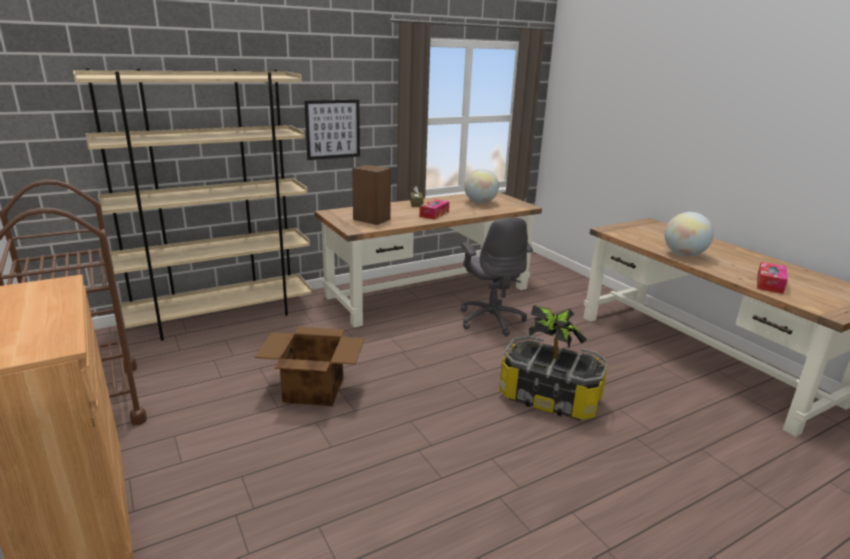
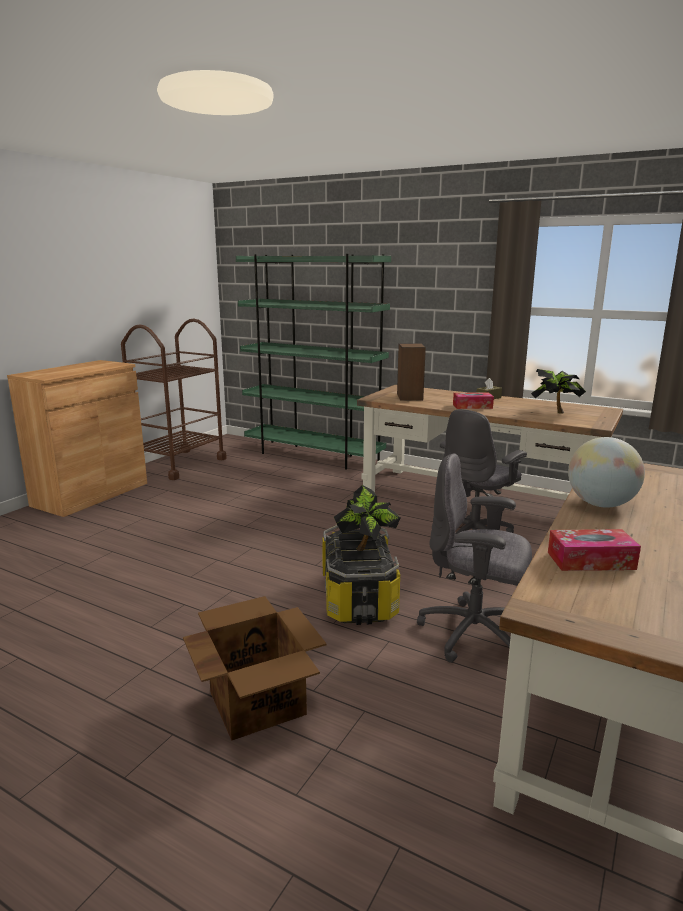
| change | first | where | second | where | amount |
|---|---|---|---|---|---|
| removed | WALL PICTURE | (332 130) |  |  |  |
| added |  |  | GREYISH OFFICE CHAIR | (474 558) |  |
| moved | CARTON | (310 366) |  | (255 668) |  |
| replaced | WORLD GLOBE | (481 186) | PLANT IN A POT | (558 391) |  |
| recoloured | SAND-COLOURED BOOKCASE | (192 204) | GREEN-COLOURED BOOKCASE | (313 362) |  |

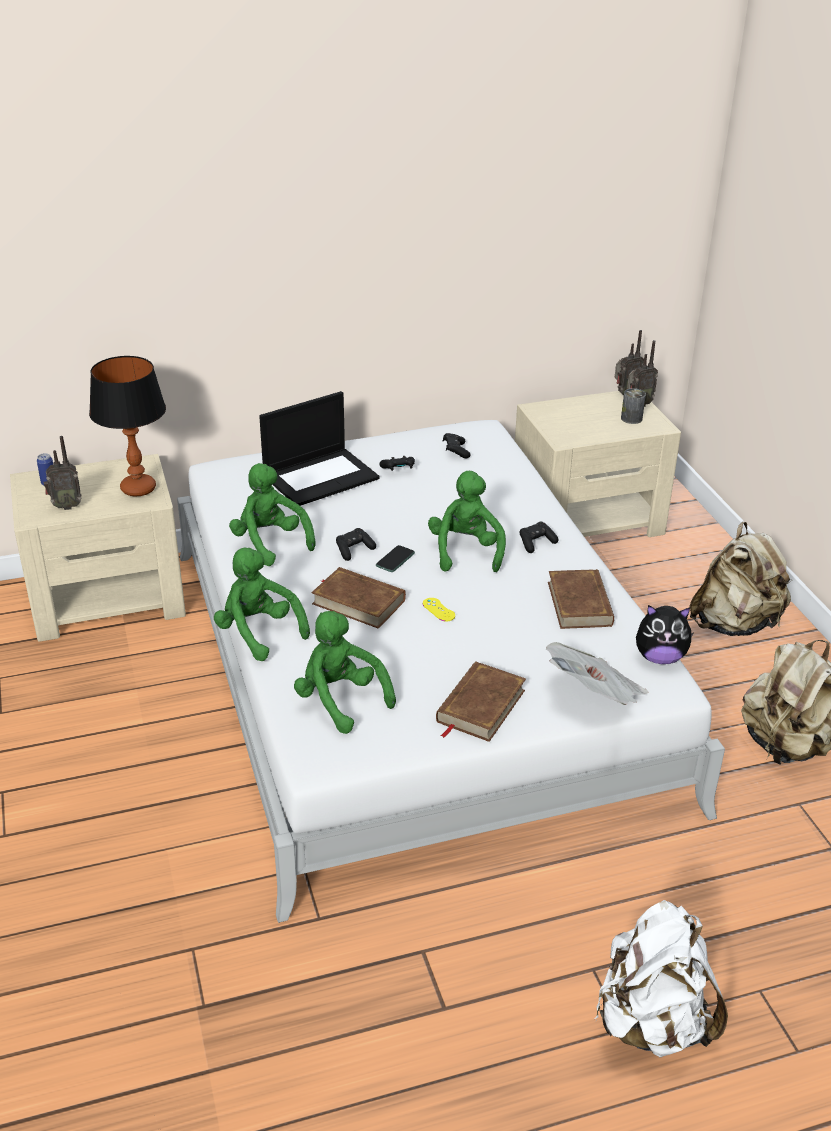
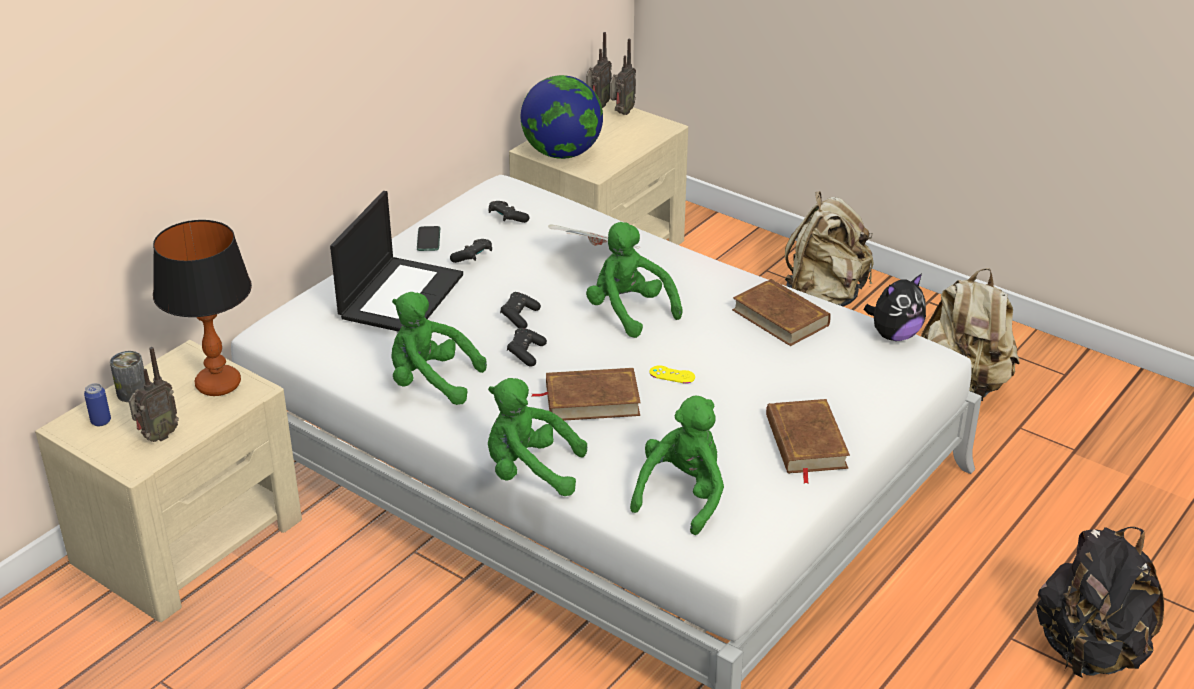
| change | first | where | second | where | amount |
|---|---|---|---|---|---|
| added |  |  | WORLD GLOBE | (562 117) |  |
| moved | TELEPHONE | (395 558) |  | (428 238) |  |
| moved | BLACK GAME CONTROLLER | (539 537) |  | (520 310) |  |
| moved | PRINTED PAPER | (597 673) |  | (593 237) |  |
| moved | SEALED CAN | (633 406) |  | (127 376) |  |
| recoloured | WHITE-COLOURED BACKPACK | (661 979) | BLACK BACKPACK | (1100 602) |  |
| turned | GREEN-COLOURED SOFT TOY | (345 672) |  | (677 465) | 105 degrees clockwise |

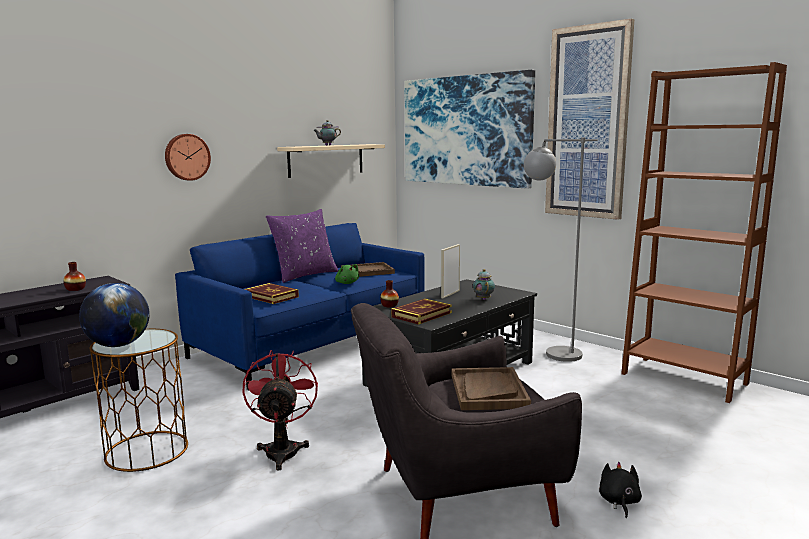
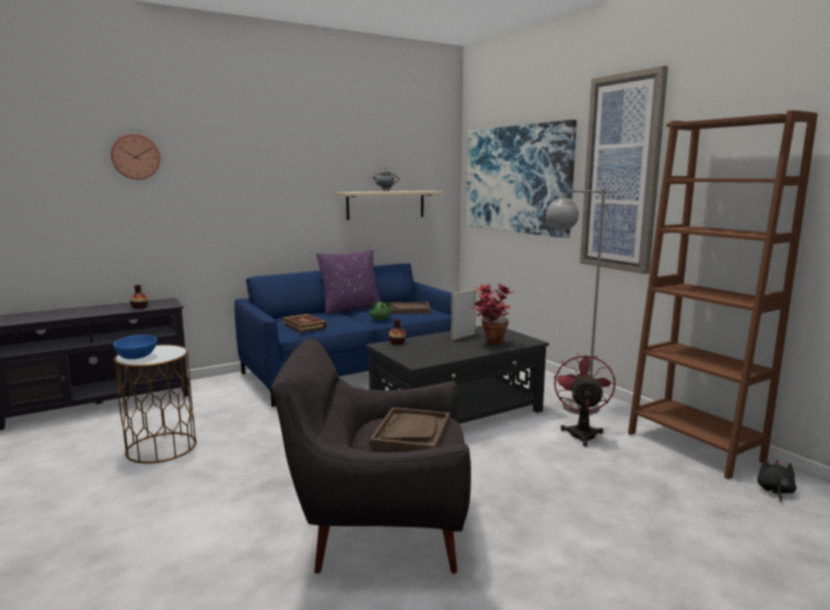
| change | first | where | second | where | amount |
|---|---|---|---|---|---|
| removed | BOOK | (421 312) |  |  |  |
| moved | HANGING CLOCK | (188 157) |  | (135 157) |  |
| moved | REDDISH ELECTRIC FAN | (280 410) |  | (584 400) |  |
| moved | BLACK SOFT TOY | (620 490) |  | (776 481) |  |
| replaced | WORLD GLOBE | (114 315) | BLUE SERVING BOWL | (135 347) |  |
| replaced | TEAPOT | (484 284) | PLANT IN A POT | (492 314) |  |

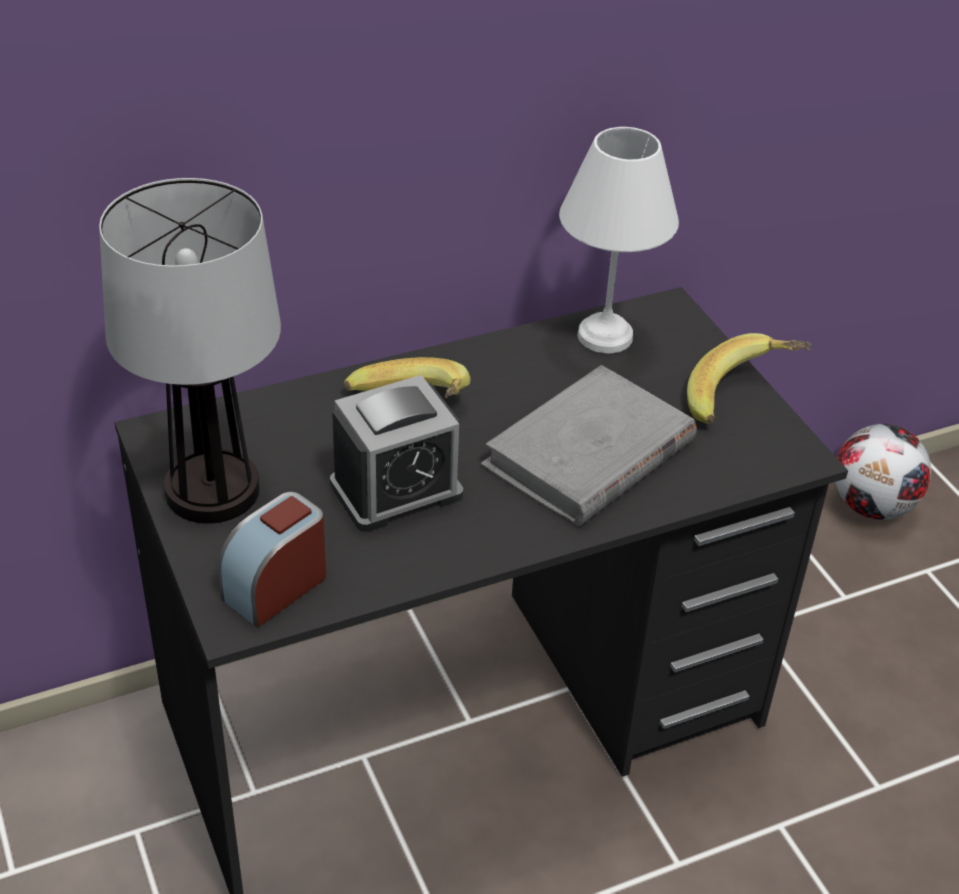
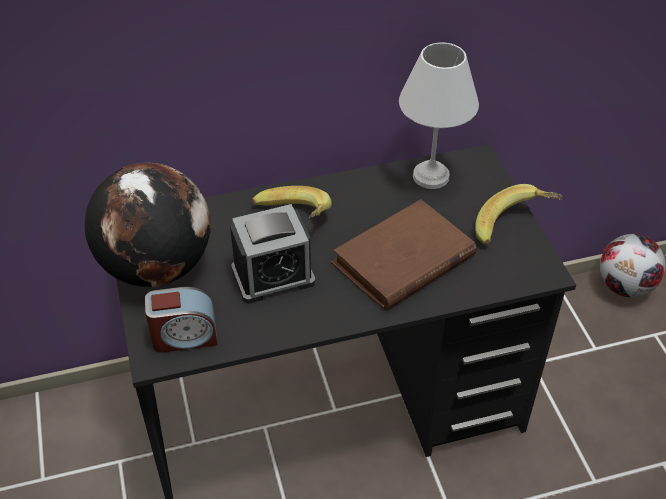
| change | first | where | second | where | amount |
|---|---|---|---|---|---|
| replaced | LAMP FOR A TABLE | (190 351) | WORLD GLOBE | (148 225) |  |
| recoloured | GREYISH BOOK | (589 446) | BROWN BOOK | (404 255) |  |
| turned | TABLE CLOCK | (272 560) |  | (181 320) | 150 degrees counterclockwise |

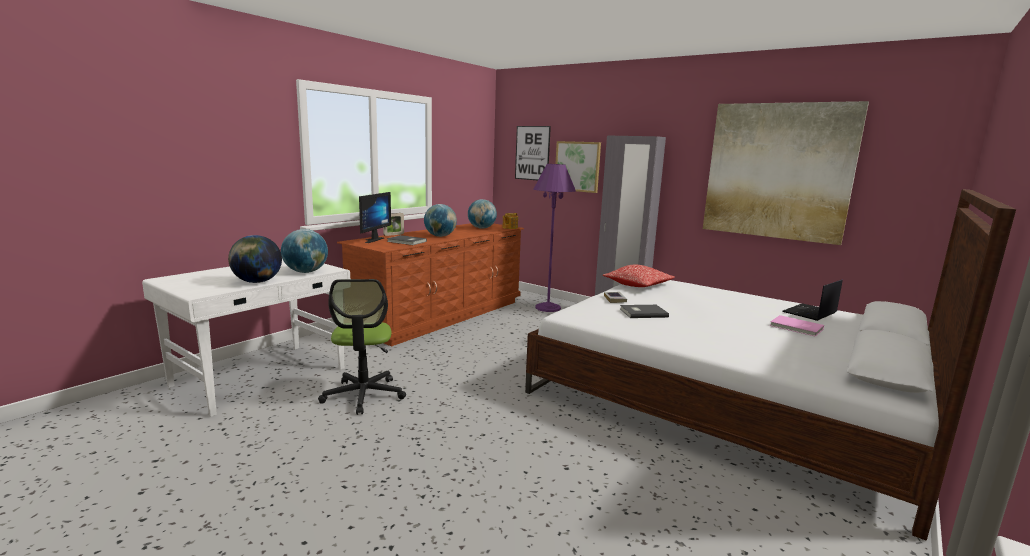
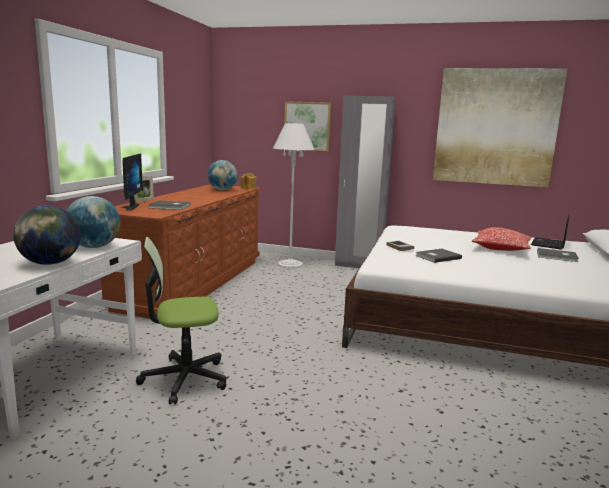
| change | first | where | second | where | amount |
|---|---|---|---|---|---|
| removed | WORLD GLOBE | (440 220) |  |  |  |
| removed | WALL PICTURE | (533 153) |  |  |  |
| moved | CUSHION | (639 275) |  | (501 239) |  |
| recoloured | PURPLE FLOOR LAMP | (554 238) | WHITE-COLOURED FLOOR LAMP | (294 195) |  |
| recoloured | PINKISH BOOK | (797 326) | GREYISH BOOK | (558 255) |  |
| turned | OFFICE CHAIR | (362 347) |  | (181 320) | 105 degrees clockwise |

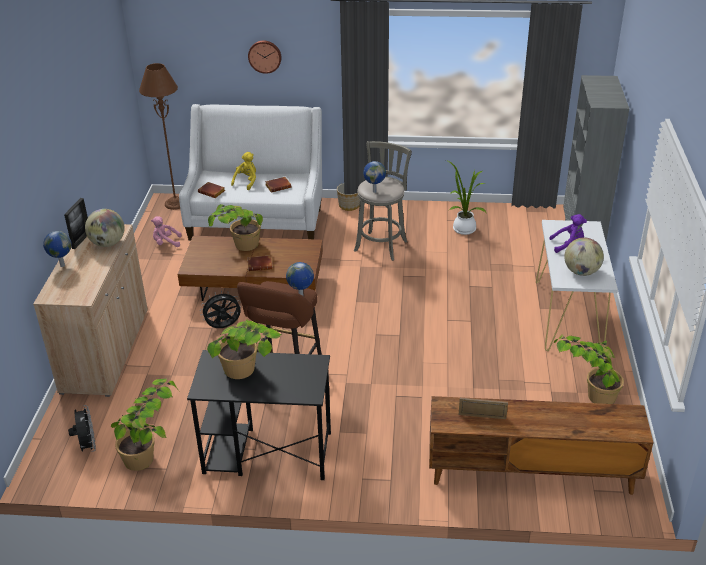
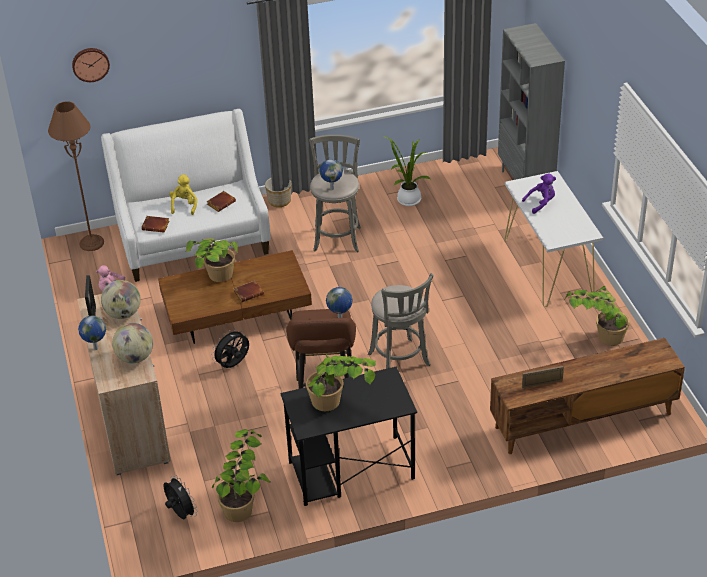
| change | first | where | second | where | amount |
|---|---|---|---|---|---|
| added |  |  | GREYISH STOOL SEAT | (401 321) |  |
| moved | HANGING CLOCK | (264 57) |  | (91 65) |  |
| moved | WORLD GLOBE | (584 256) |  | (132 343) |  |

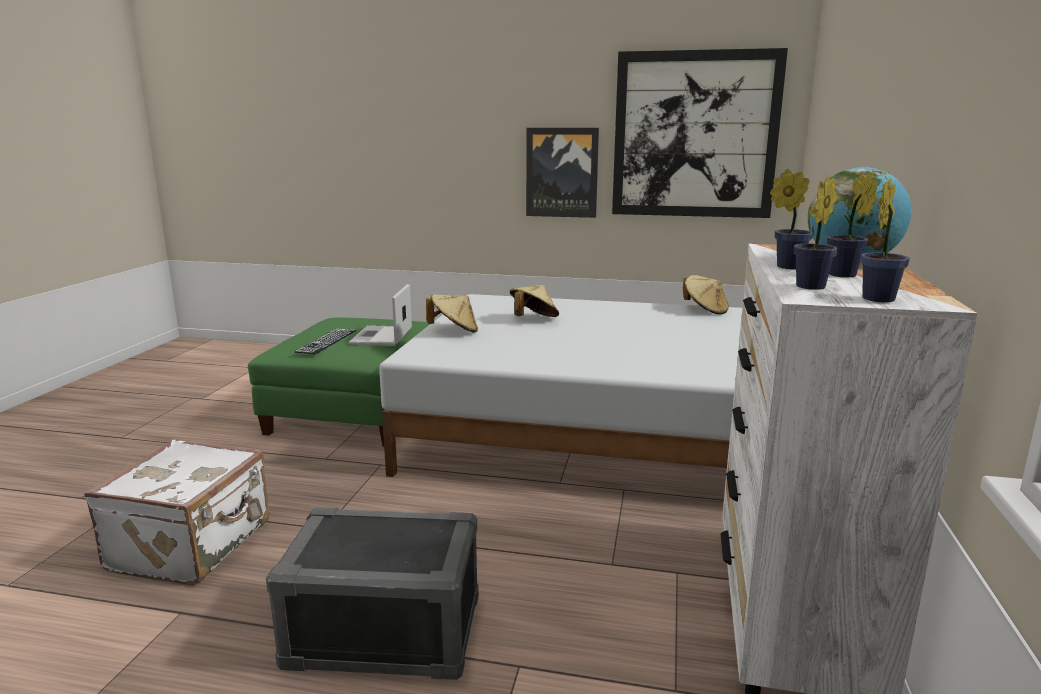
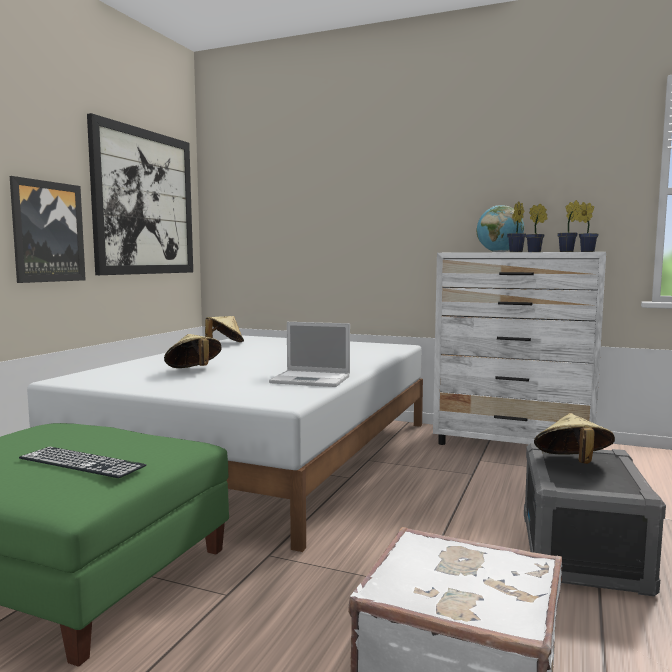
| change | first | where | second | where | amount |
|---|---|---|---|---|---|
| moved | NOTEBOOK COMPUTER | (380 315) |  | (309 354) |  |
| moved | SAND-COLOURED HAT | (452 313) |  | (574 438) |  |

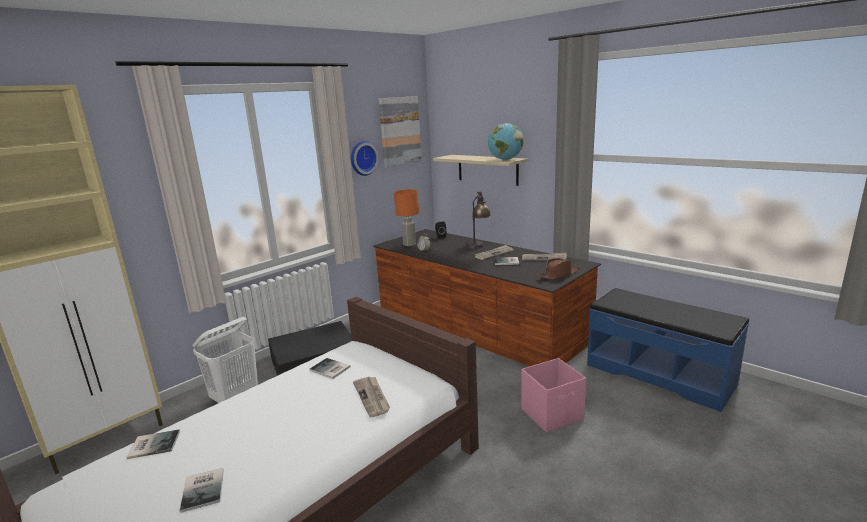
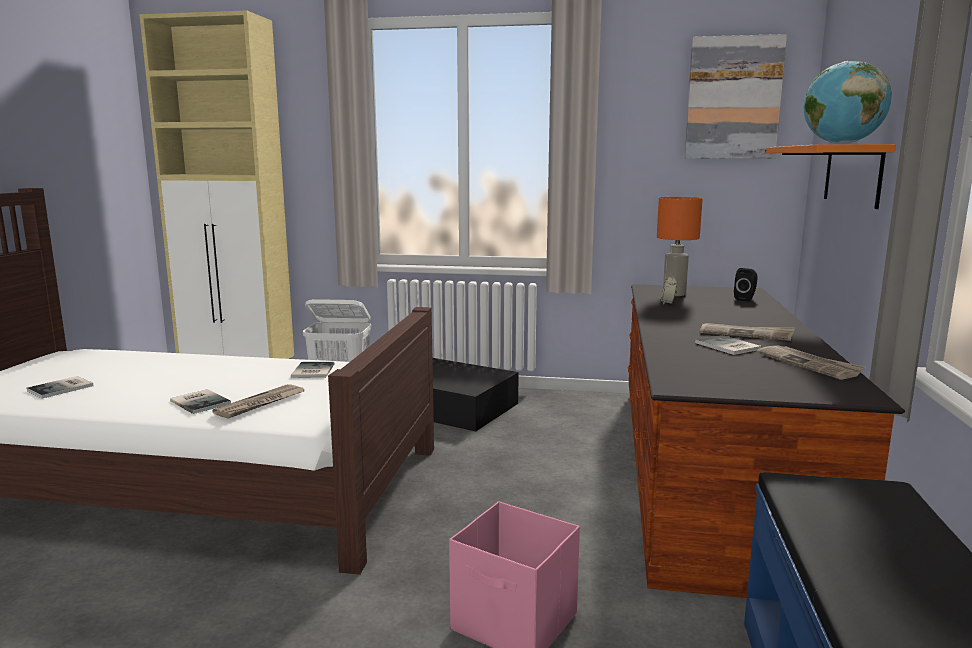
| change | first | where | second | where | amount |
|---|---|---|---|---|---|
| removed | HANGING CLOCK | (365 158) |  |  |  |
| removed | LAMP FOR A TABLE | (478 220) |  |  |  |
| removed | BROWN HAT | (558 268) |  |  |  |
| moved | BOOK | (153 444) |  | (200 401) |  |
| recoloured | SAND-COLOURED BRACKET SHELF | (480 170) | ORANGEY BRACKET SHELF | (831 176) |  |

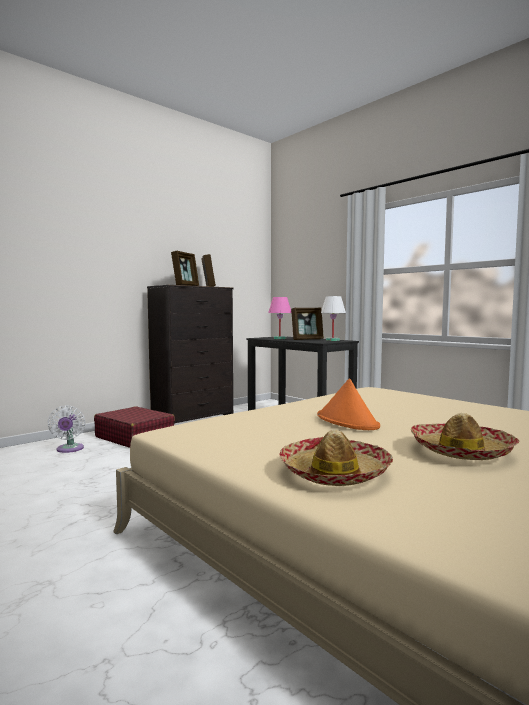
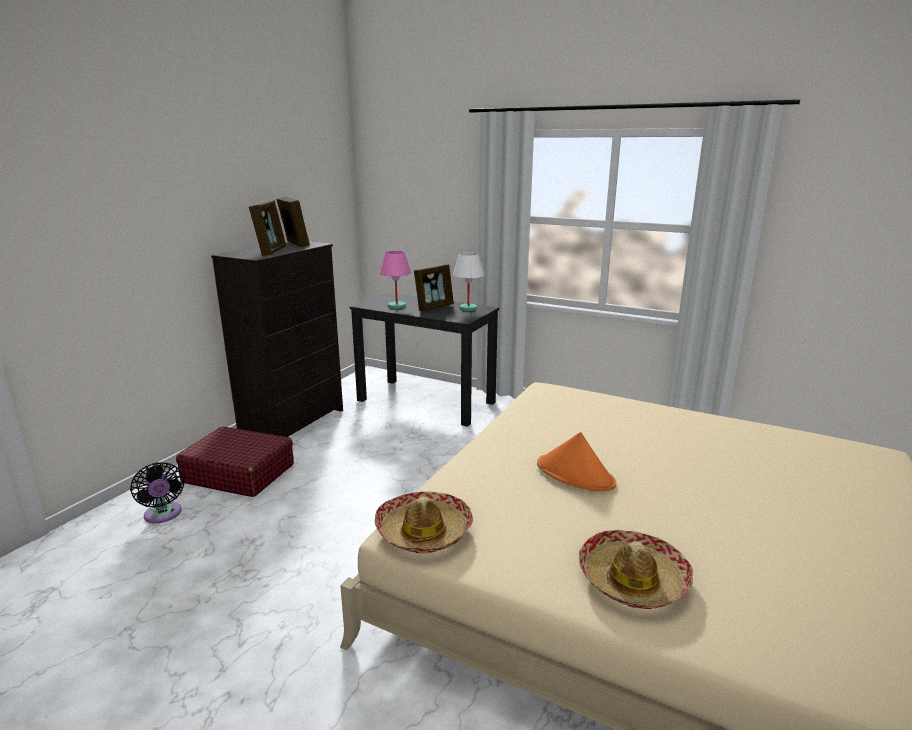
| change | first | where | second | where | amount |
|---|---|---|---|---|---|
| moved | HAT | (465 436) |  | (424 522) |  |
| recoloured | WHITE-COLOURED ELECTRIC FAN | (66 429) | BLACK ELECTRIC FAN | (157 492) |  |

